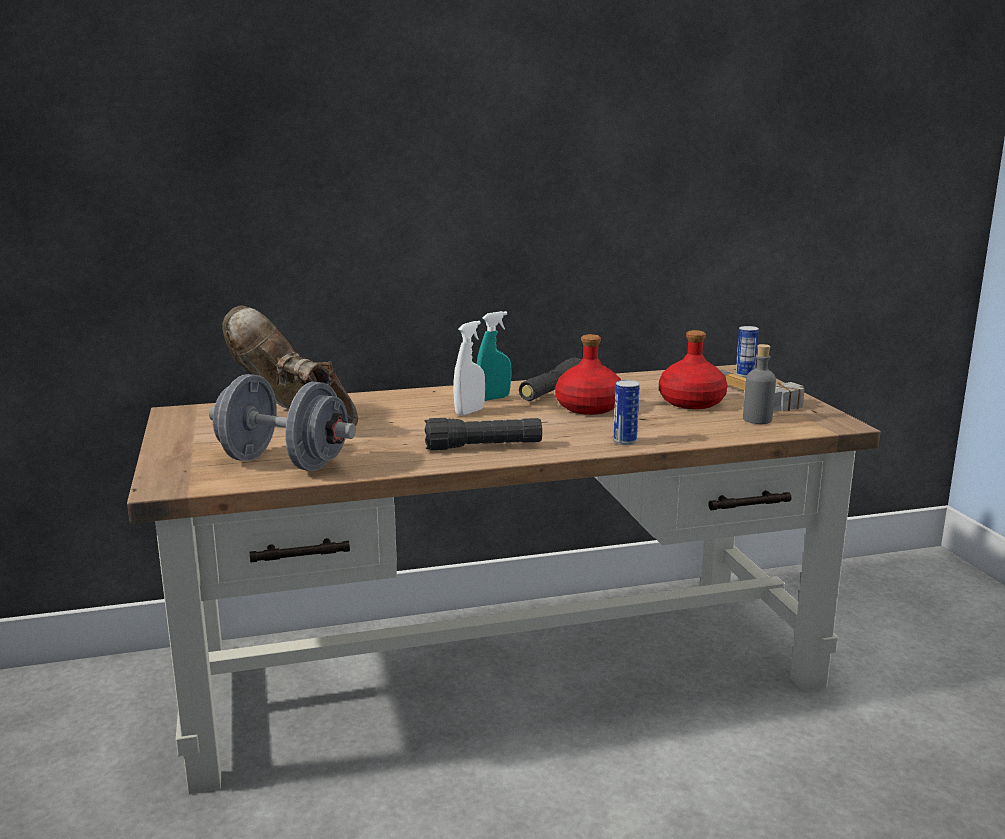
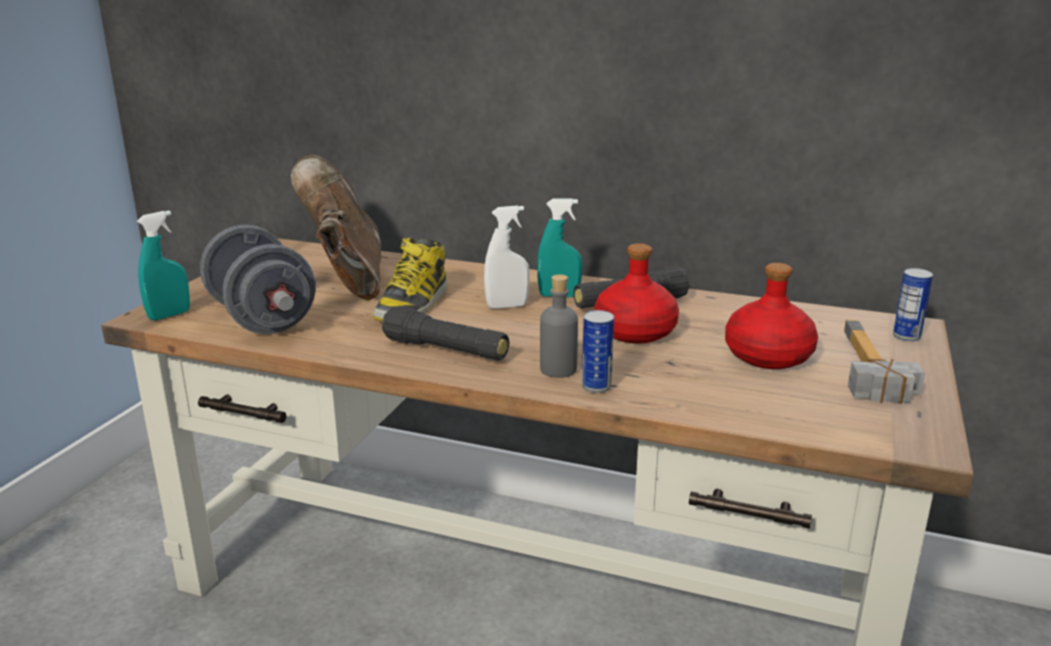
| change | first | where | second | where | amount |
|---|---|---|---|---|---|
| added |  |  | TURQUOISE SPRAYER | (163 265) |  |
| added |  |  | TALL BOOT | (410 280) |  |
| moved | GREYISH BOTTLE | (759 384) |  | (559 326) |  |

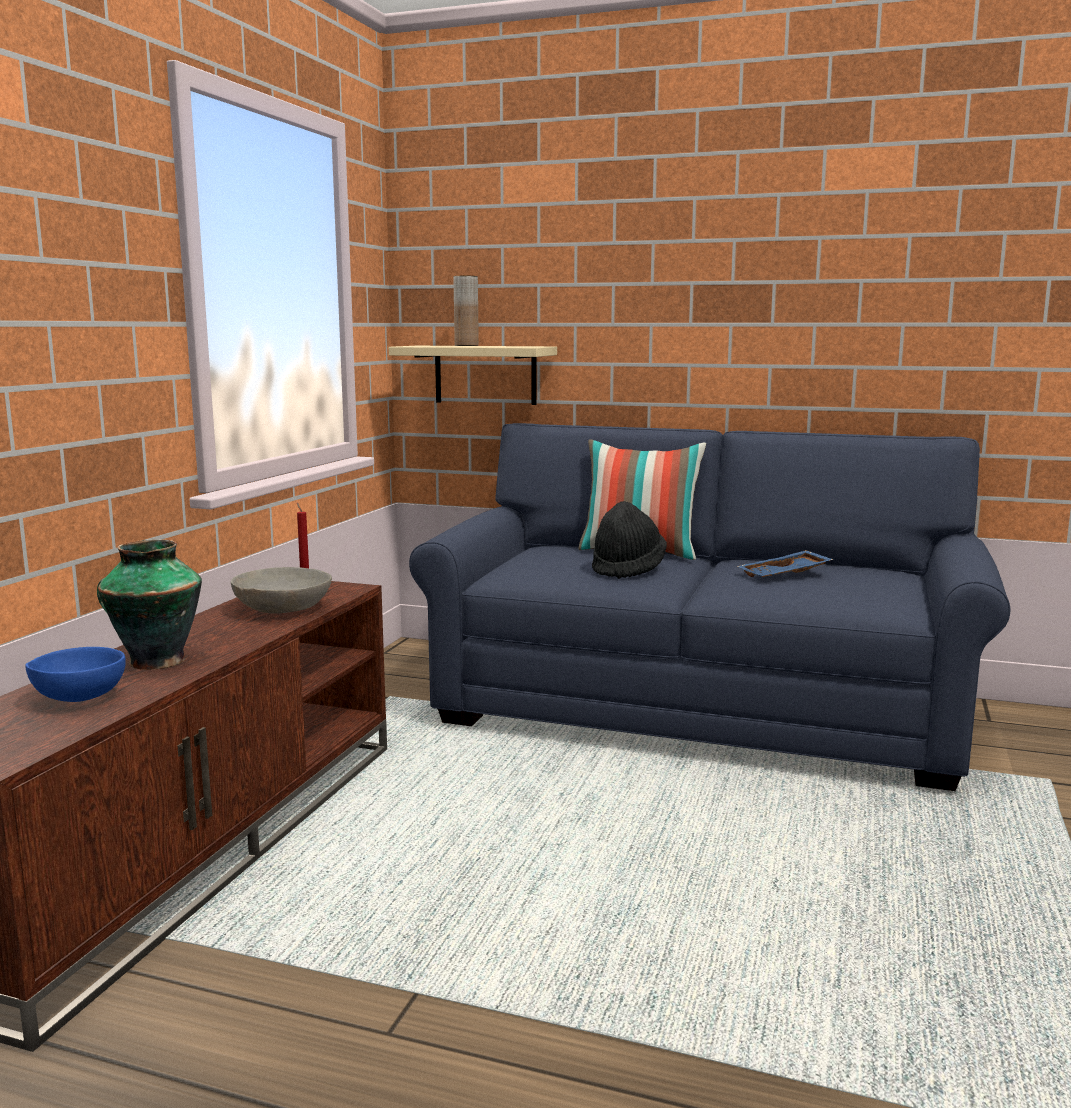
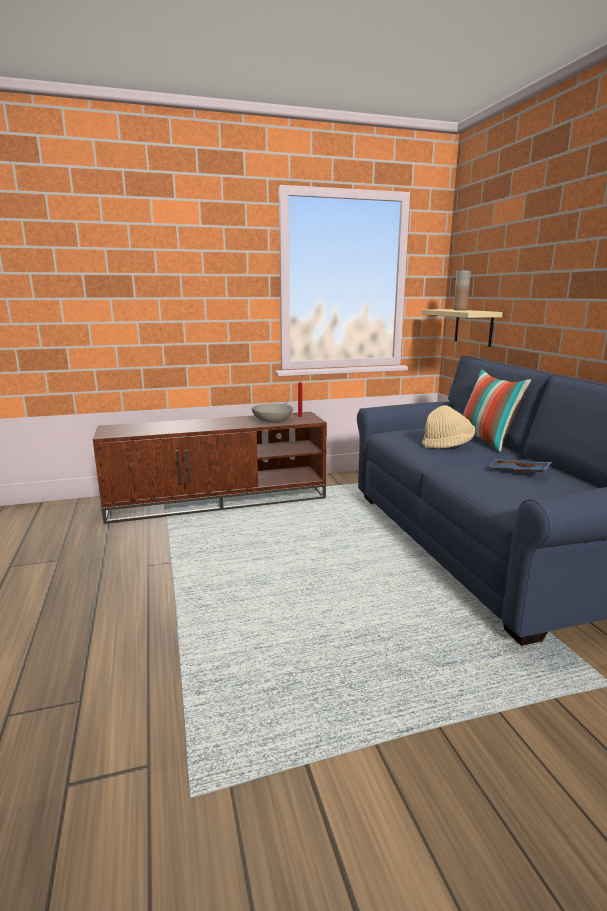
| change | first | where | second | where | amount |
|---|---|---|---|---|---|
| removed | BLUE SERVING BOWL | (75 674) |  |  |  |
| removed | VASE | (149 604) |  |  |  |
| recoloured | BLACK HAT | (629 540) | SAND-COLOURED HAT | (448 427) |  |

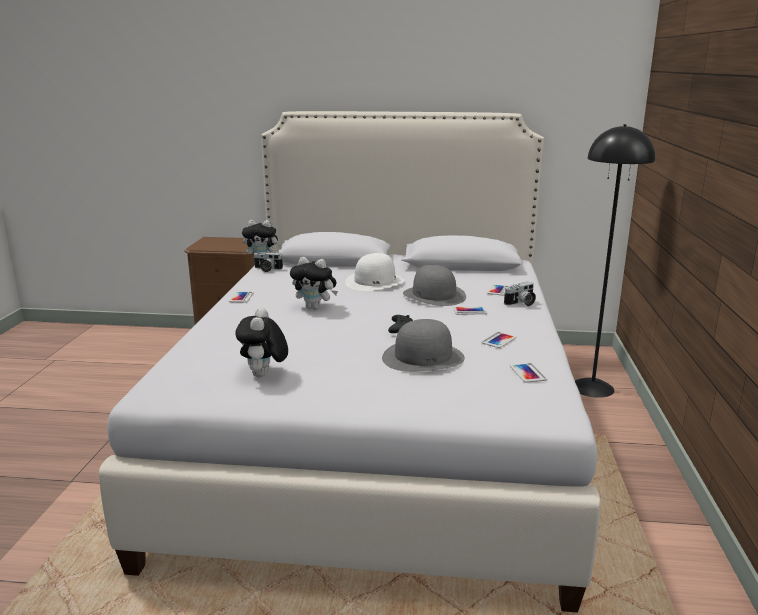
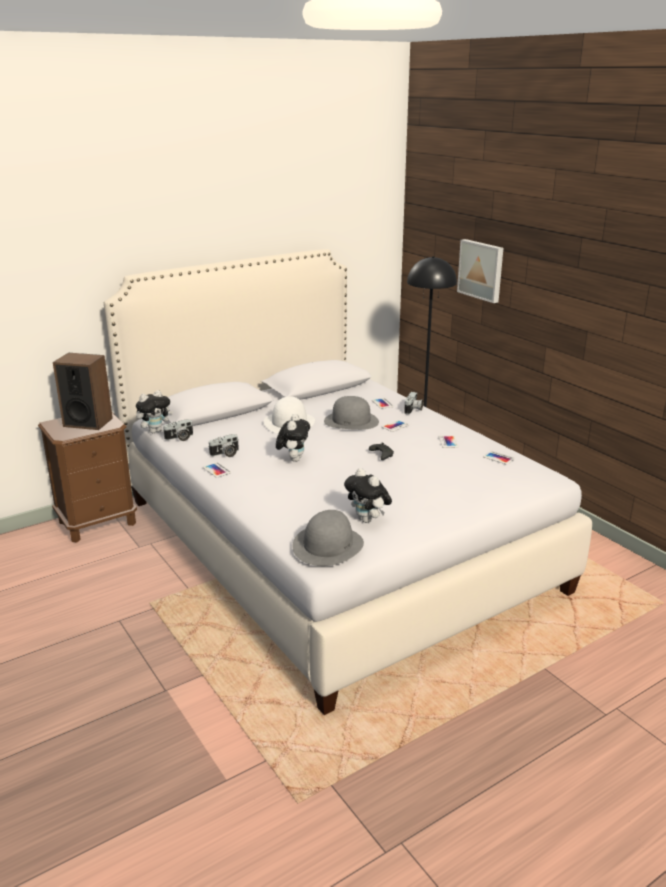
| change | first | where | second | where | amount |
|---|---|---|---|---|---|
| added |  |  | SPEAKER | (83 391) |  |
| added |  |  | STILL CAMERA | (224 445) |  |
| added |  |  | WALL PICTURE | (480 271) |  |
| moved | GREYISH HAT | (423 345) |  | (328 538) |  |
| turned | SOFT TOY | (314 283) |  | (293 438) | 60 degrees counterclockwise |

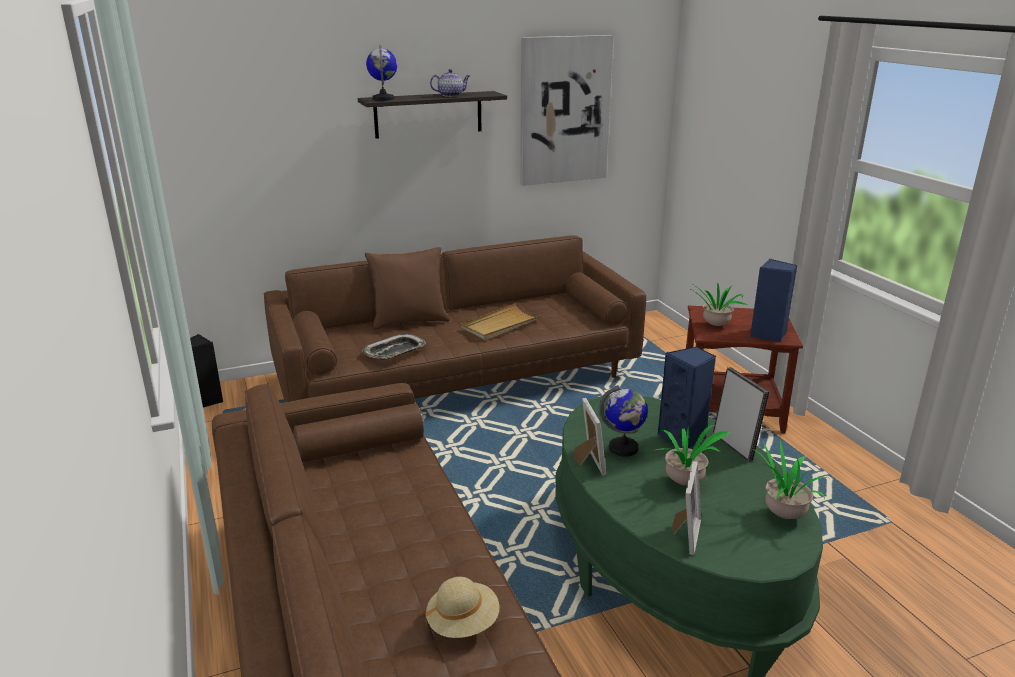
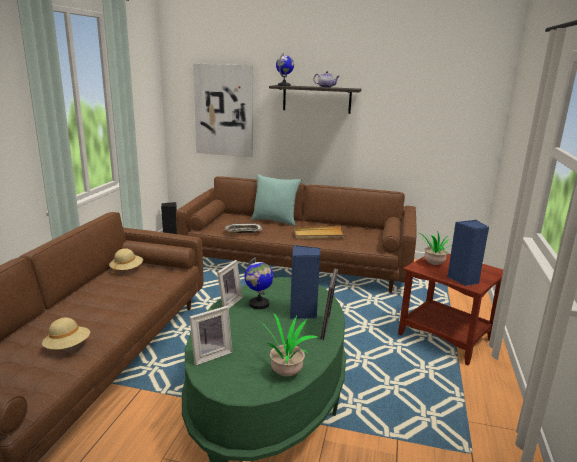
| change | first | where | second | where | amount |
|---|---|---|---|---|---|
| removed | PLANT IN A POT | (693 455) |  |  |  |
| added |  |  | SAND-COLOURED HAT | (126 262) |  |
| moved | WALL PICTURE | (567 110) |  | (223 110) |  |
| recoloured | BROWN CUSHION | (407 288) | TURQUOISE CUSHION | (276 200) |  |

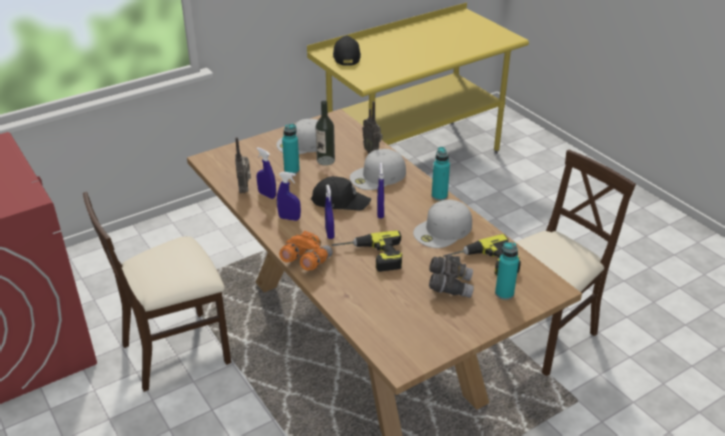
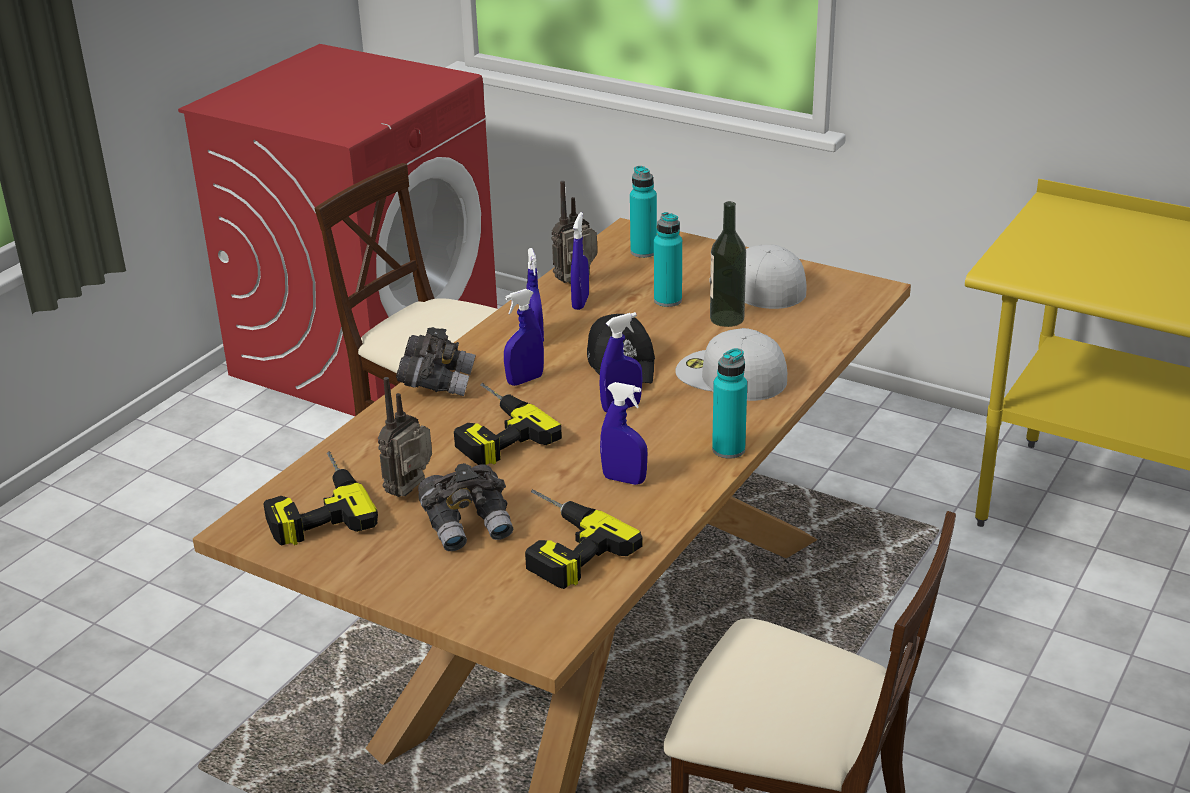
| change | first | where | second | where | amount |
|---|---|---|---|---|---|
| removed | BLACK BASEBALL CAP | (347 51) |  |  |  |
| added |  |  | ELECTRIC DRILL | (320 499) |  |
| moved | RADIO RECEIVER | (372 127) |  | (405 437) |  |
| moved | TURQUOISE BOTTLE | (507 271) |  | (643 212) |  |
| replaced | WHITE-COLOURED BASEBALL CAP | (442 224) | BLUE SPRAYER | (623 433) |  |
| recoloured | ORANGEY BINOCULARS | (306 251) | GREYISH BINOCULARS | (436 361) |  |

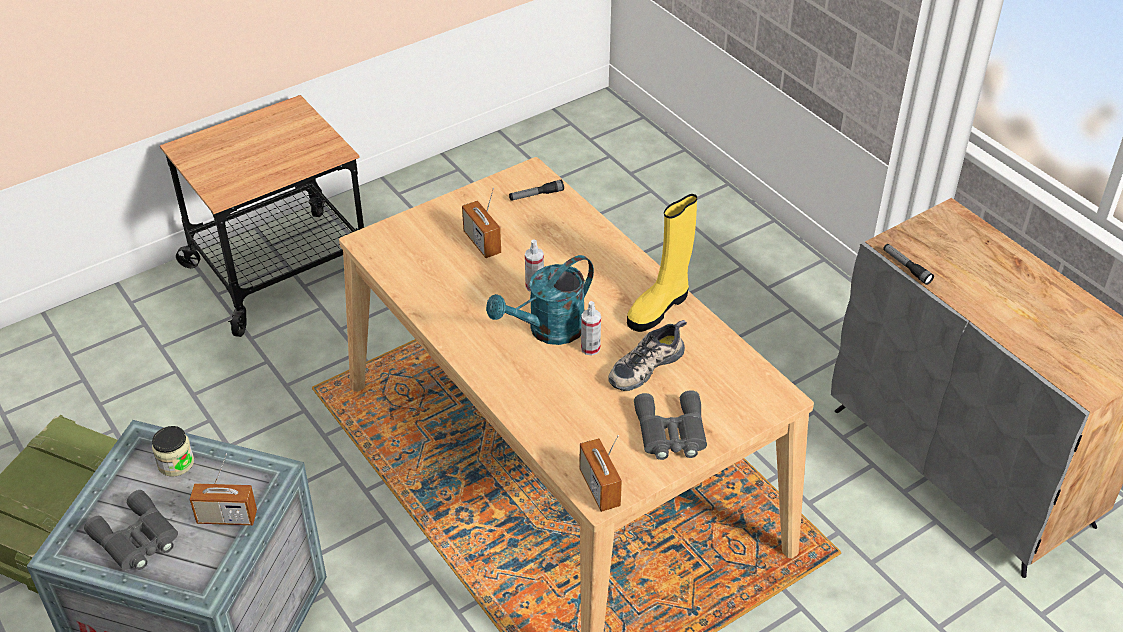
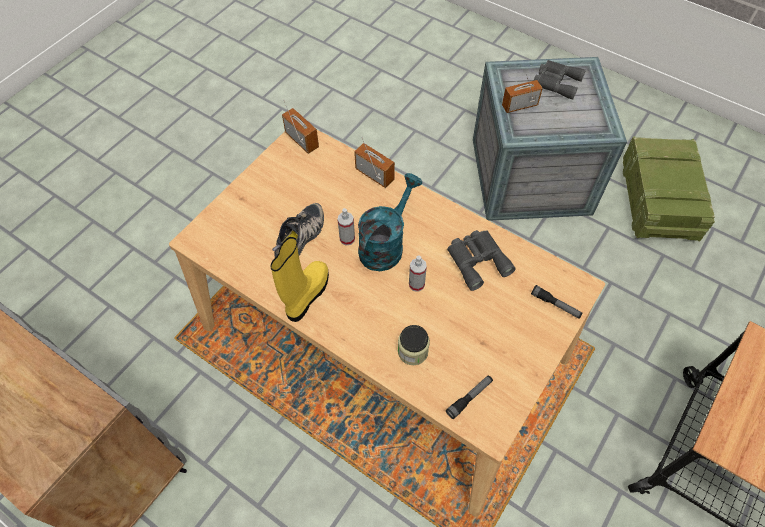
| change | first | where | second | where | amount |
|---|---|---|---|---|---|
| moved | JAR | (173 451) |  | (414 345) |  |
| moved | RADIO RECEIVER | (481 223) |  | (374 162) |  |
| moved | GREYISH BINOCULARS | (670 425) |  | (481 260) |  |
| moved | FLASHLIGHT | (908 264) |  | (557 302) |  |

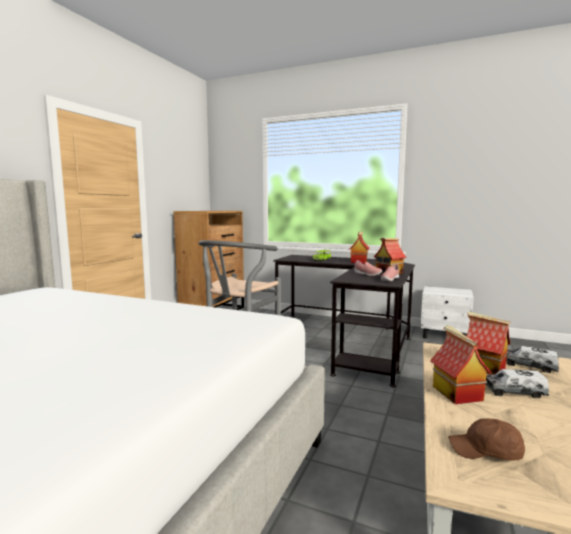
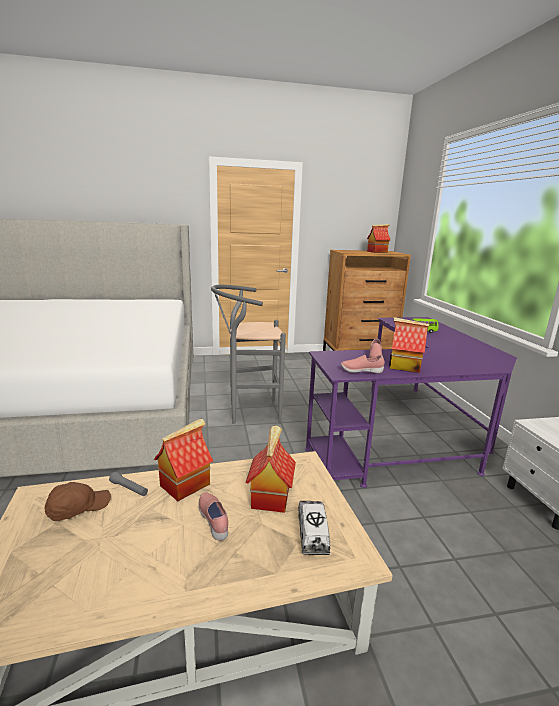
| change | first | where | second | where | amount |
|---|---|---|---|---|---|
| added |  |  | GREYISH FLASHLIGHT | (128 484) |  |
| moved | MODEL HOUSE | (359 247) |  | (379 238) |  |
| replaced | TOY TRUCK | (517 383) | PINKISH ITEM OF FOOTWEAR | (213 517) |  |
| recoloured | BLACK DESK UNIT | (344 321) | PURPLE DESK UNIT | (411 402) |  |
| turned | BROWN BASEBALL CAP | (486 439) |  | (77 501) | 75 degrees clockwise |

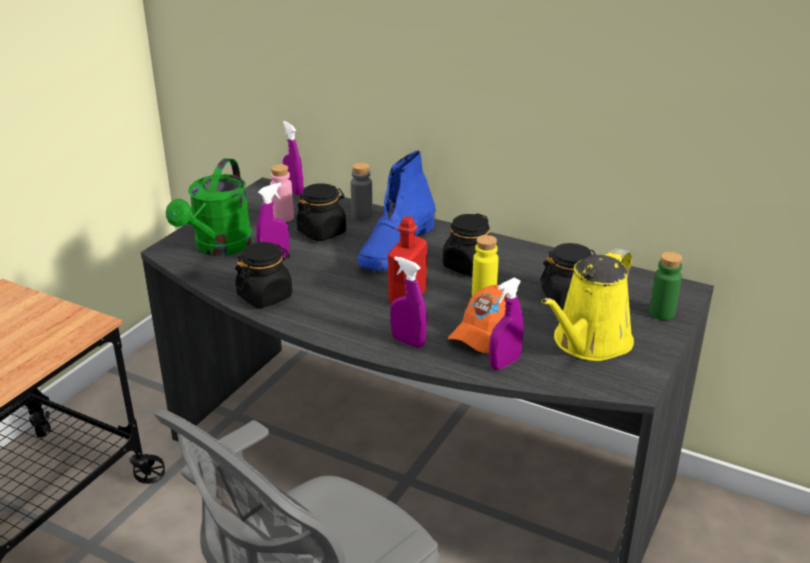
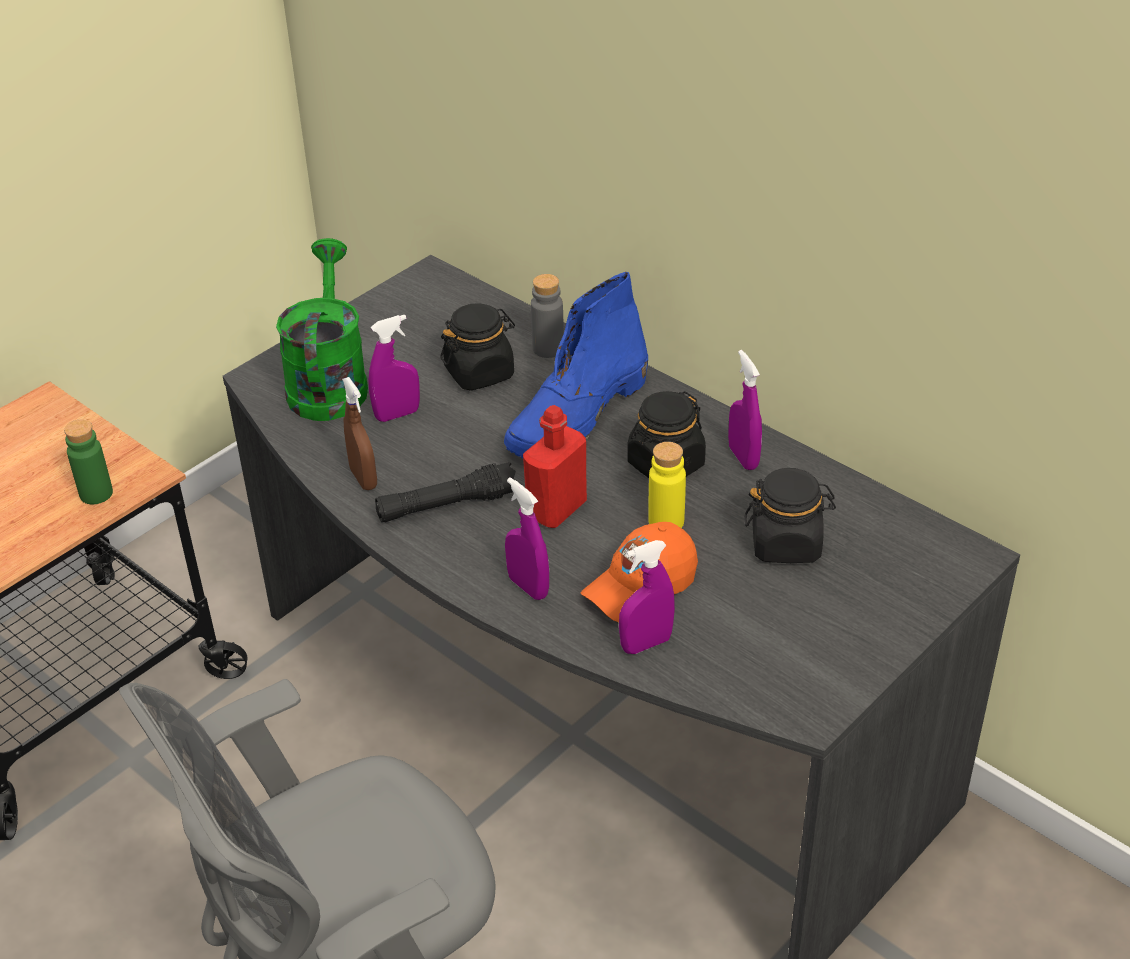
| change | first | where | second | where | amount |
|---|---|---|---|---|---|
| removed | PINKISH BOTTLE | (282 193) |  |  |  |
| removed | YELLOWISH WATERING POT | (588 304) |  |  |  |
| added |  |  | BLACK FLASHLIGHT | (445 492) |  |
| moved | PURPLE SPRAYER | (293 158) |  | (745 410) |  |
| moved | GREEN-COLOURED BOTTLE | (666 286) |  | (88 461) |  |
| replaced | BLACK JAR | (263 275) | BROWN SPRAYER | (359 433) |  |
| turned | GREEN-COLOURED WATERING POT | (209 207) |  | (322 329) | 150 degrees clockwise |

